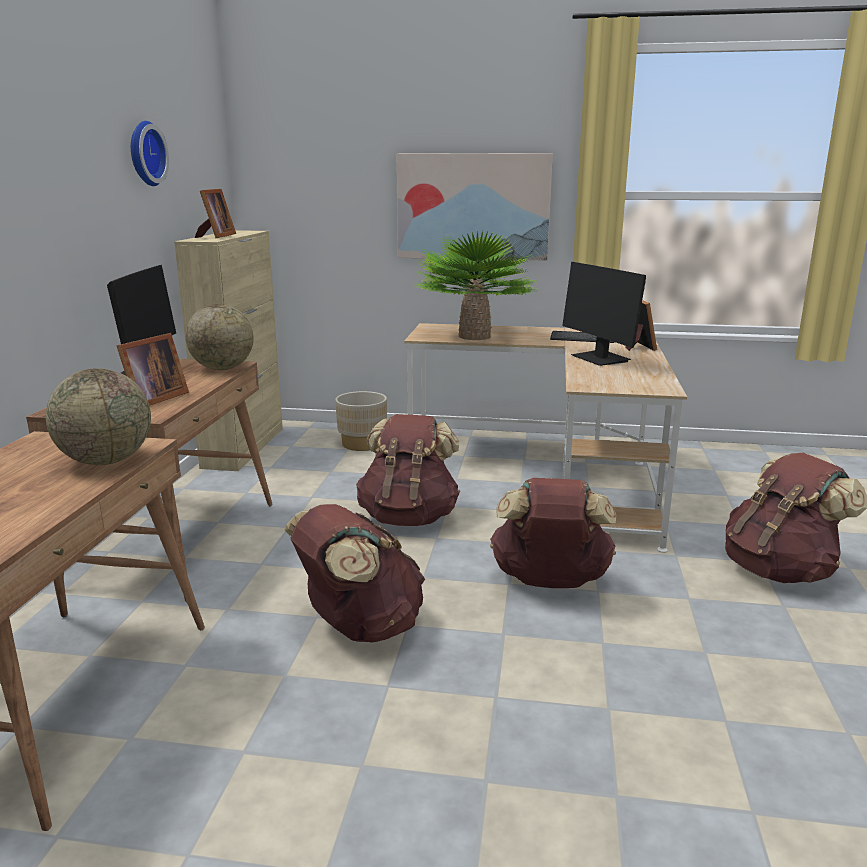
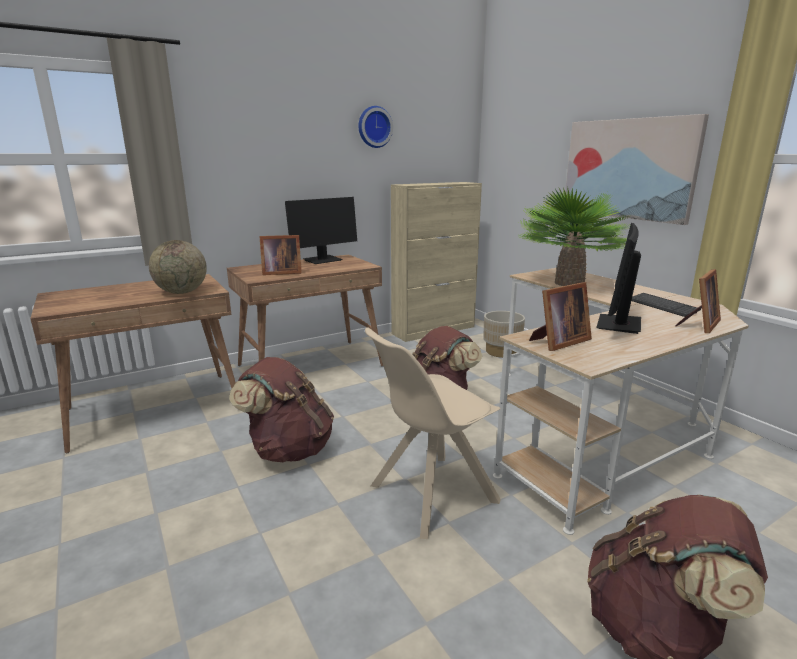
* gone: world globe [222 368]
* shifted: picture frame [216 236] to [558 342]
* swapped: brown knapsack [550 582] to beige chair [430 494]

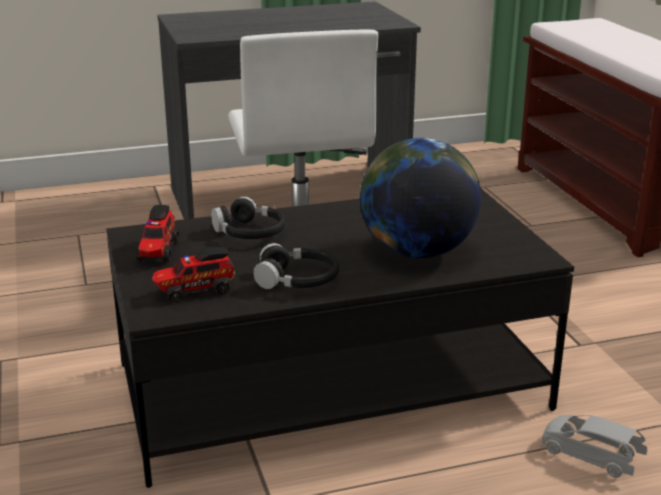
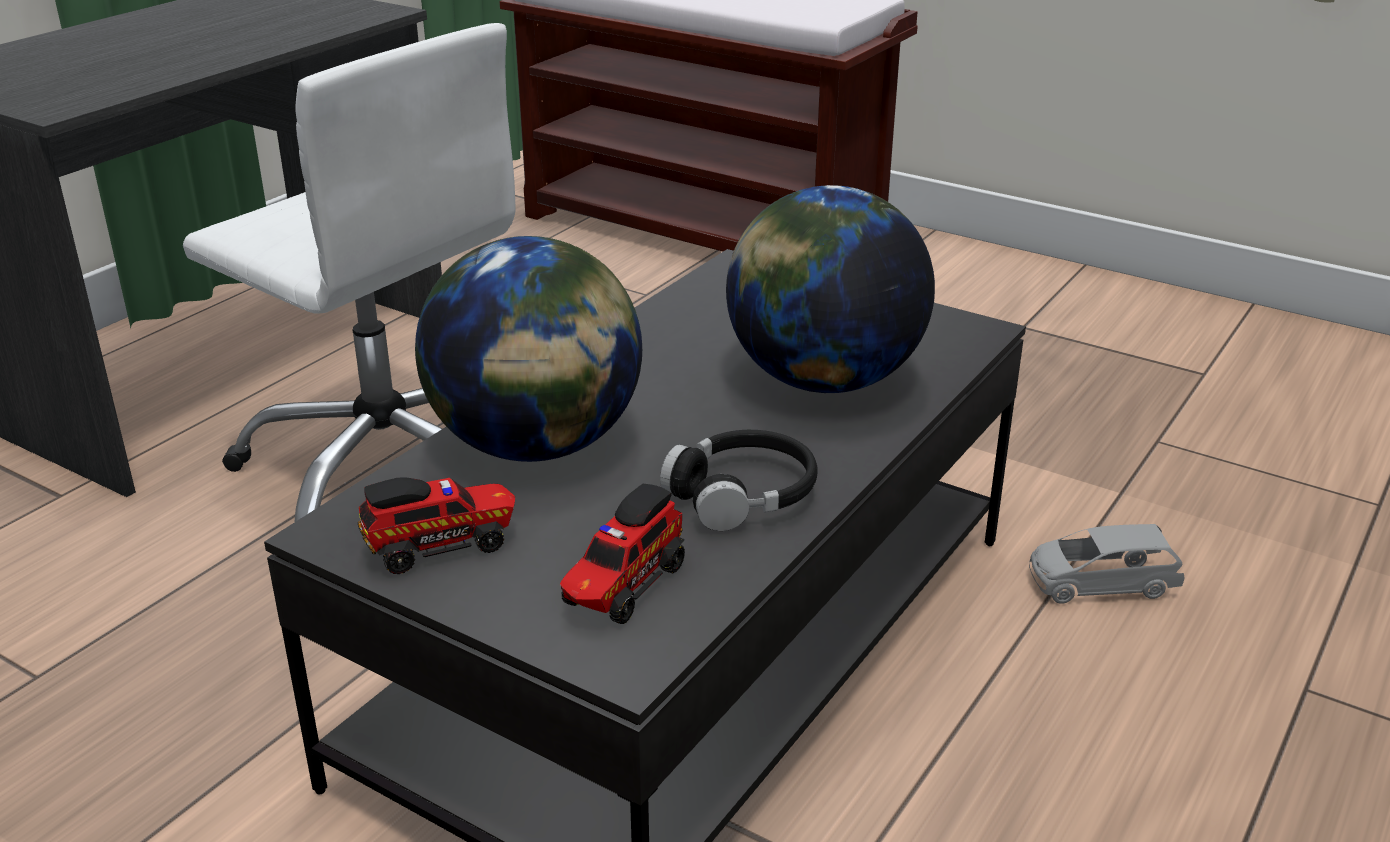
* rotated: toy lorry [158 252] = [442 545] 75 degrees counterclockwise
* swapped: black-coloured headphones [249 232] to world globe [537 445]

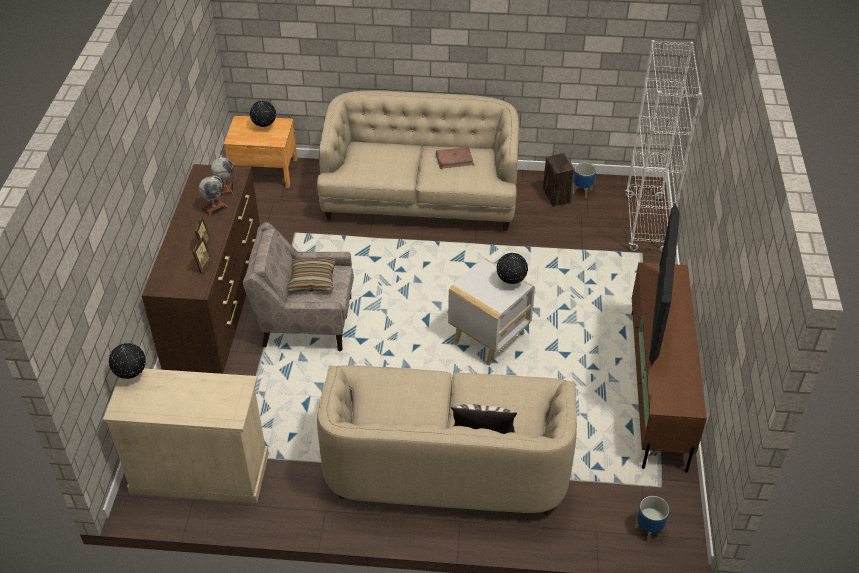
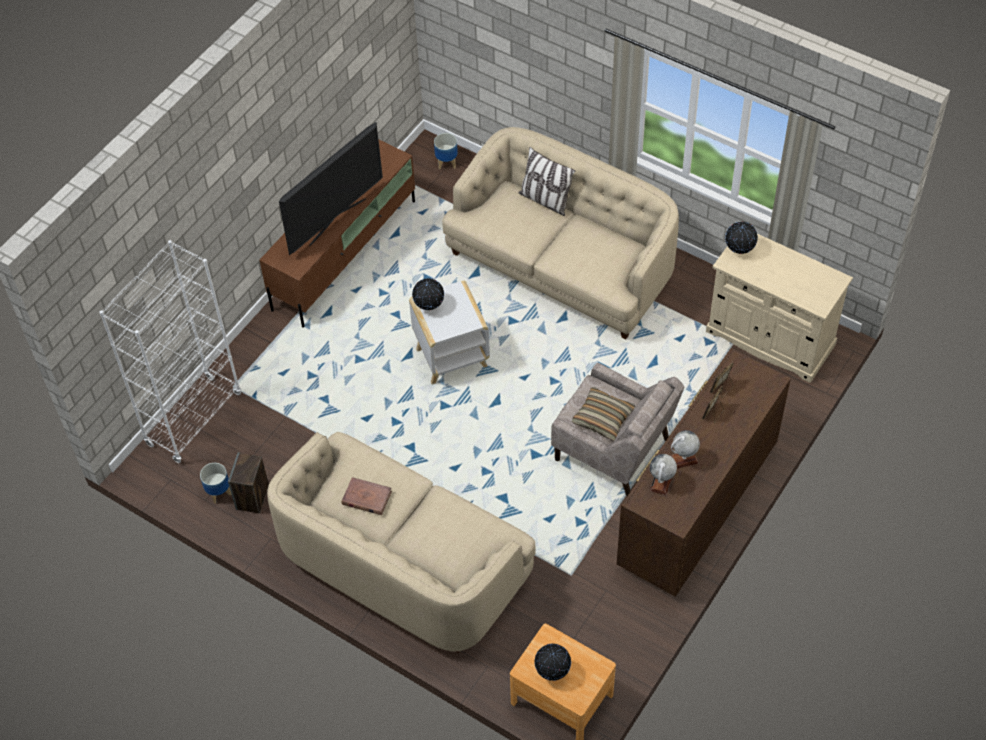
* shifted: world globe [131 376] to [739 250]

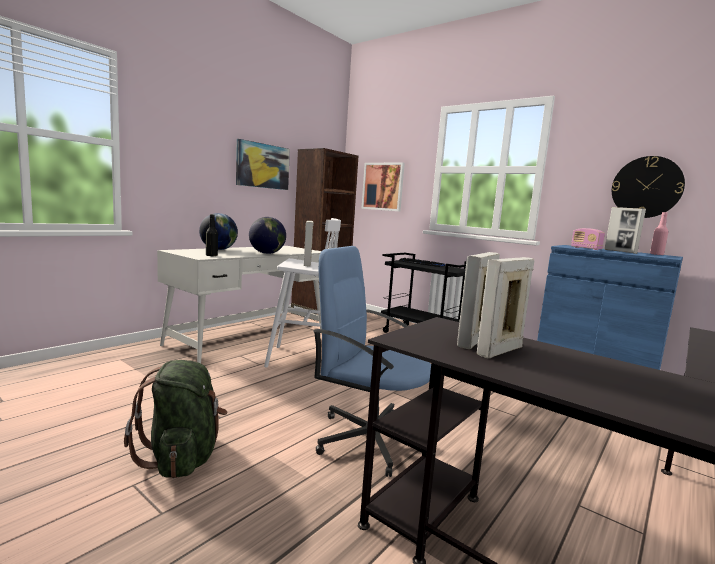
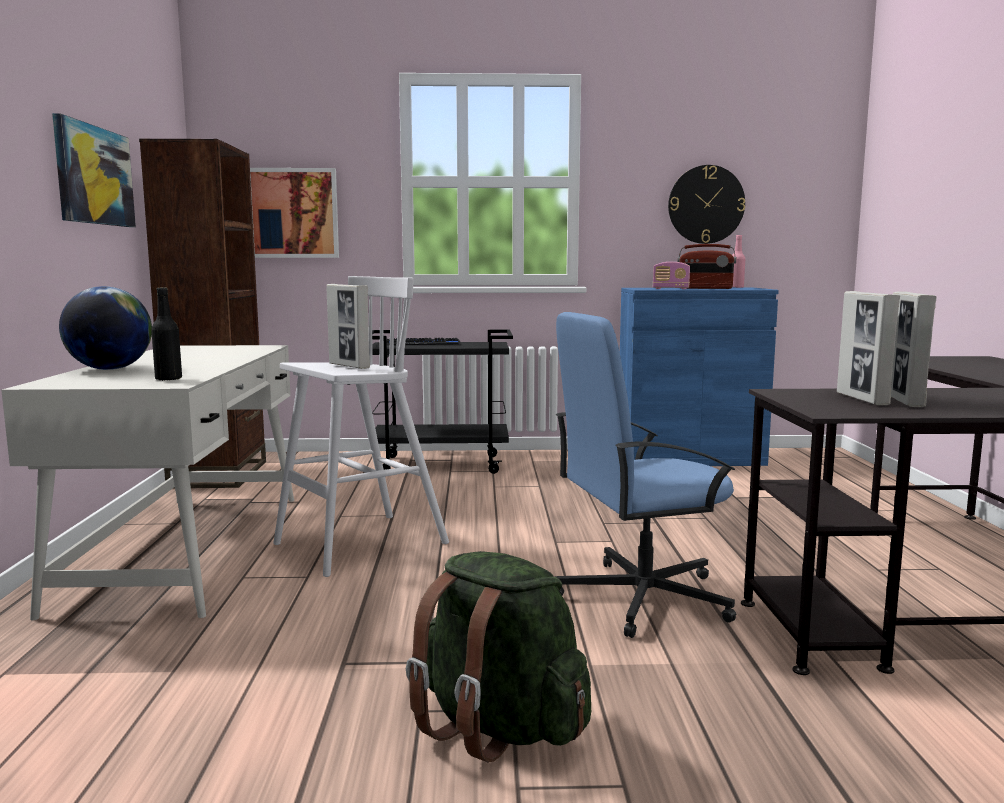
* gone: world globe [267 253]
* swapped: picture frame [620 251] to radio receiver [705 288]

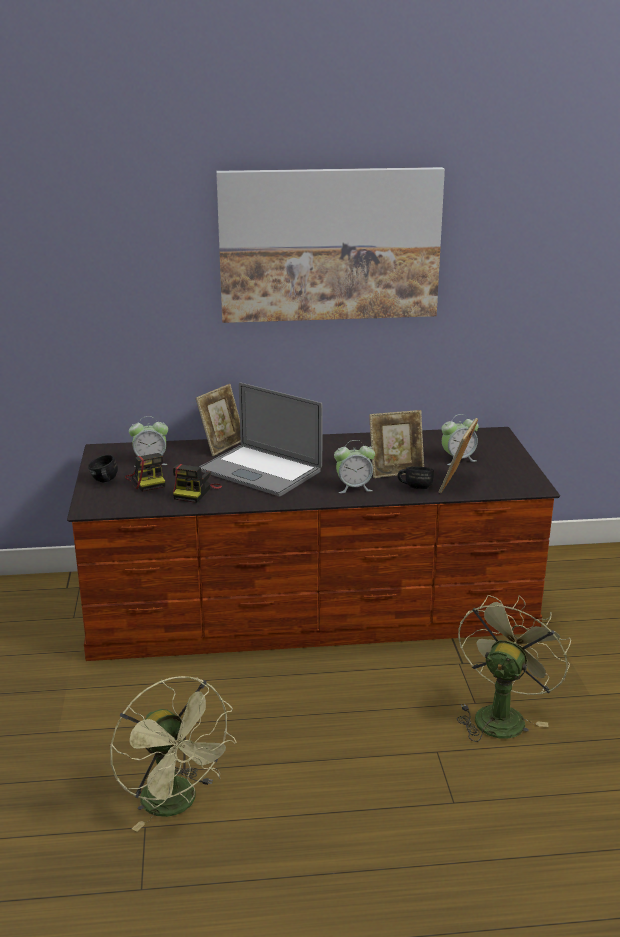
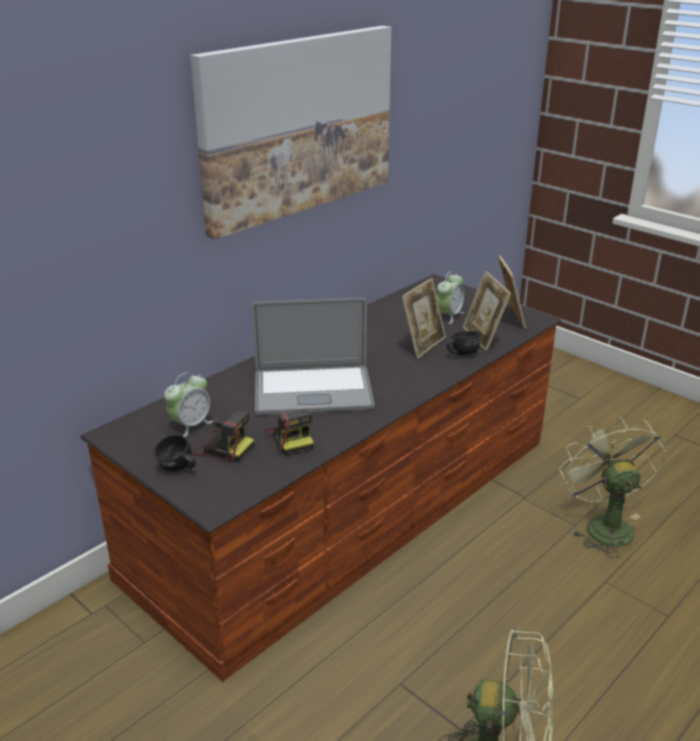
* shifted: picture frame [222 445] to [509 318]
* gone: alarm clock [354 488]

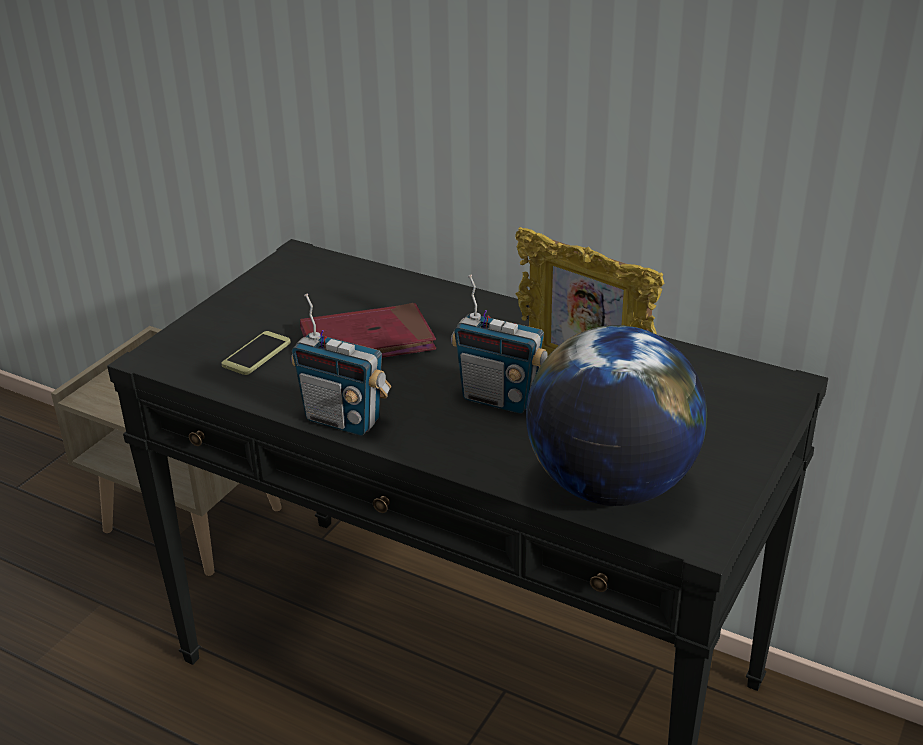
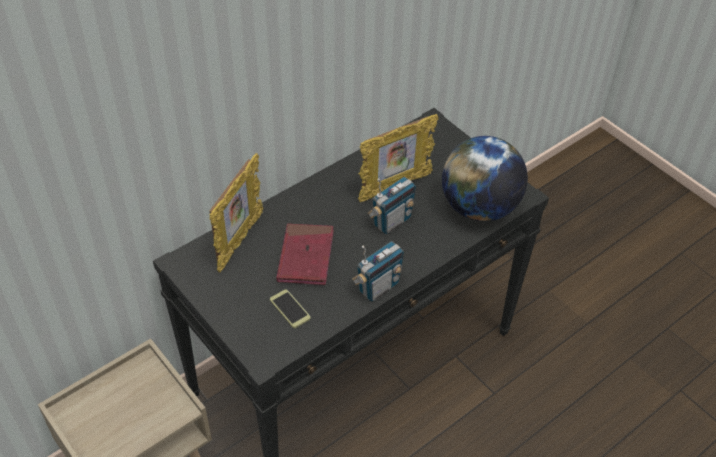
* new: picture frame [239 241]

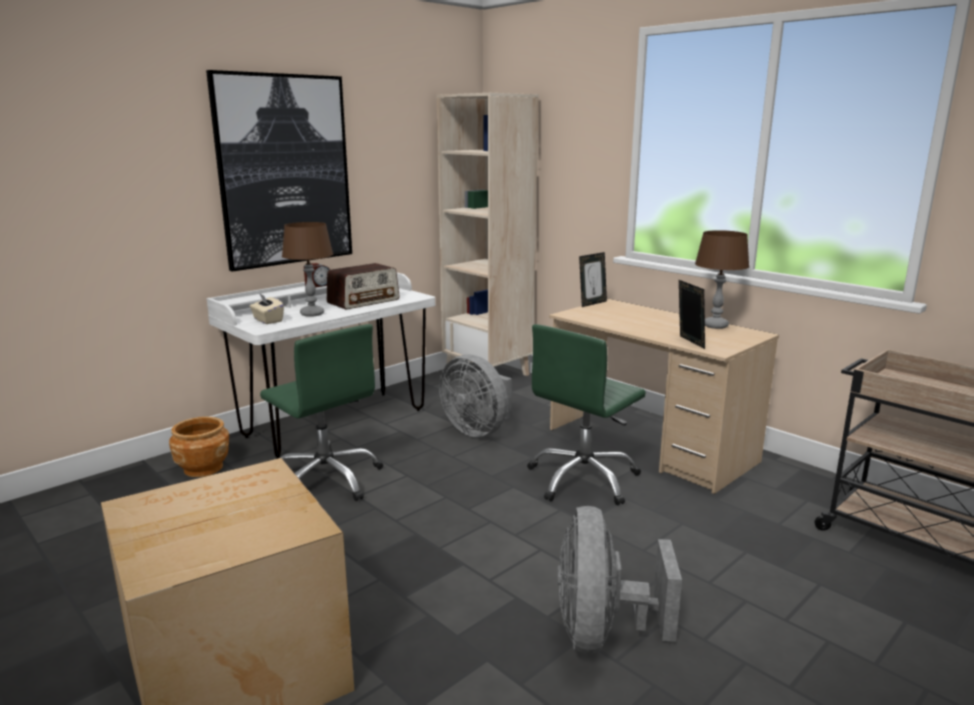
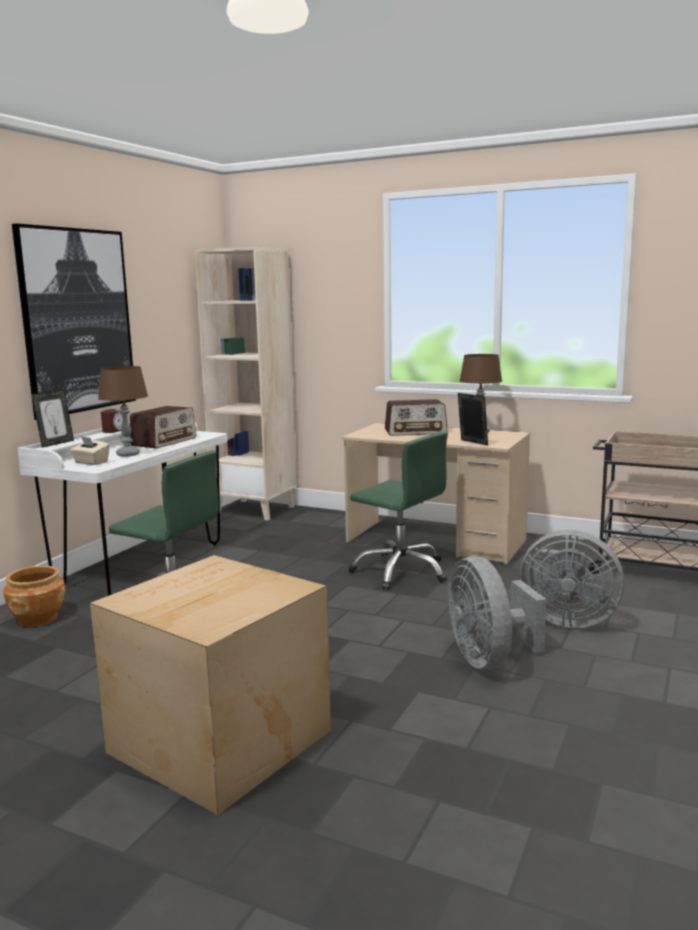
* shifted: grey electric fan [478 430] to [566 620]
* rotated: green desk chair [583 479] = [401 571] 75 degrees counterclockwise
* shifted: picture frame [592 303] to [56 443]
* new: radio receiver [416 432]

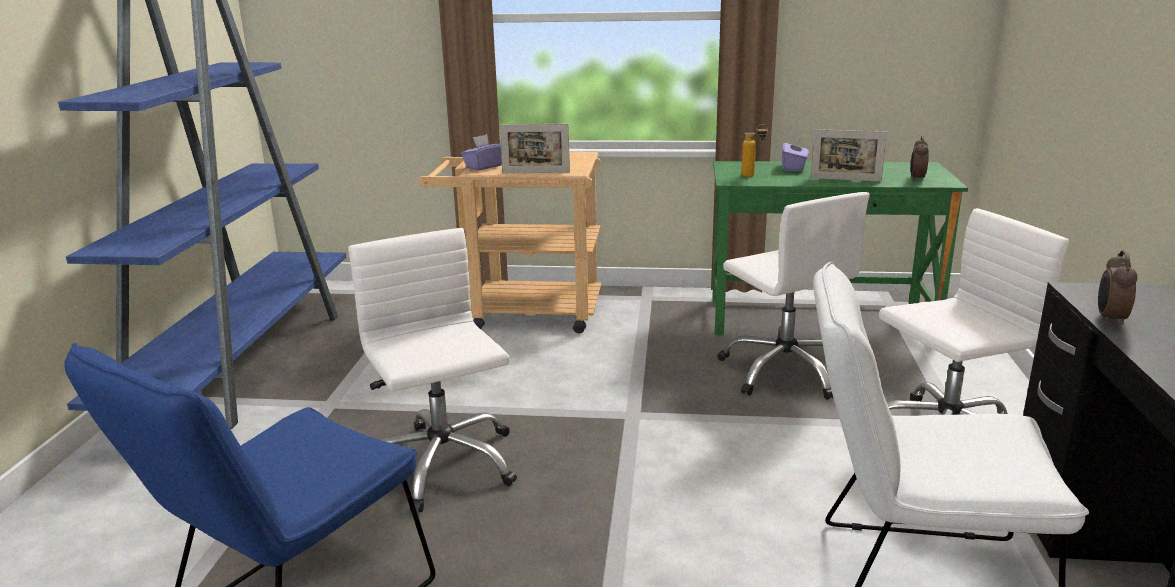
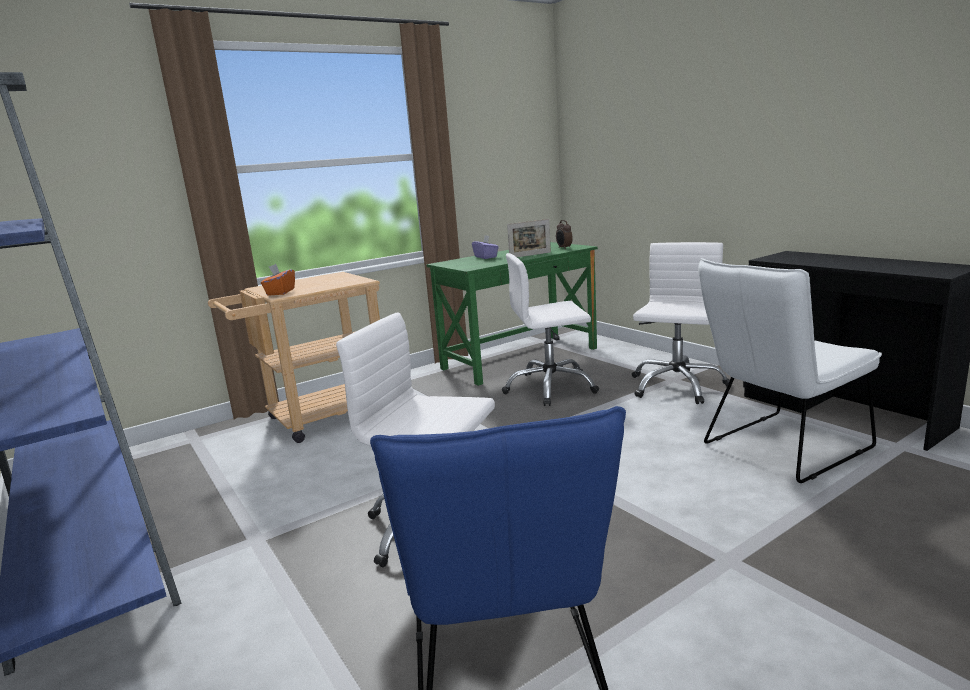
* repainted: purple box of tissues [484 166] to orange-coloured box of tissues [280 292]
* gone: picture frame [536 172]
* rotated: whitish desk chair [785 371] = [550 388] 150 degrees clockwise
* gone: bottle [753 176]
* gone: alarm clock [1109 319]

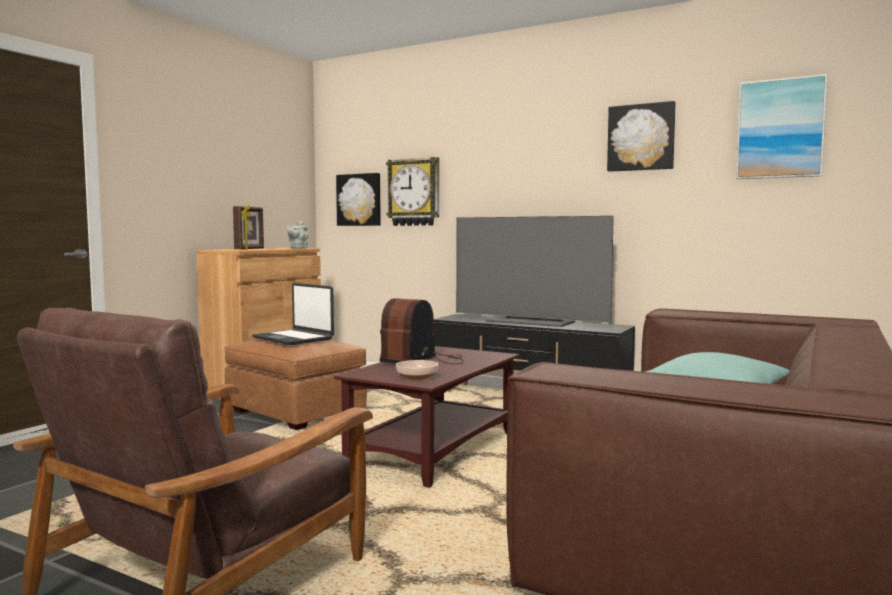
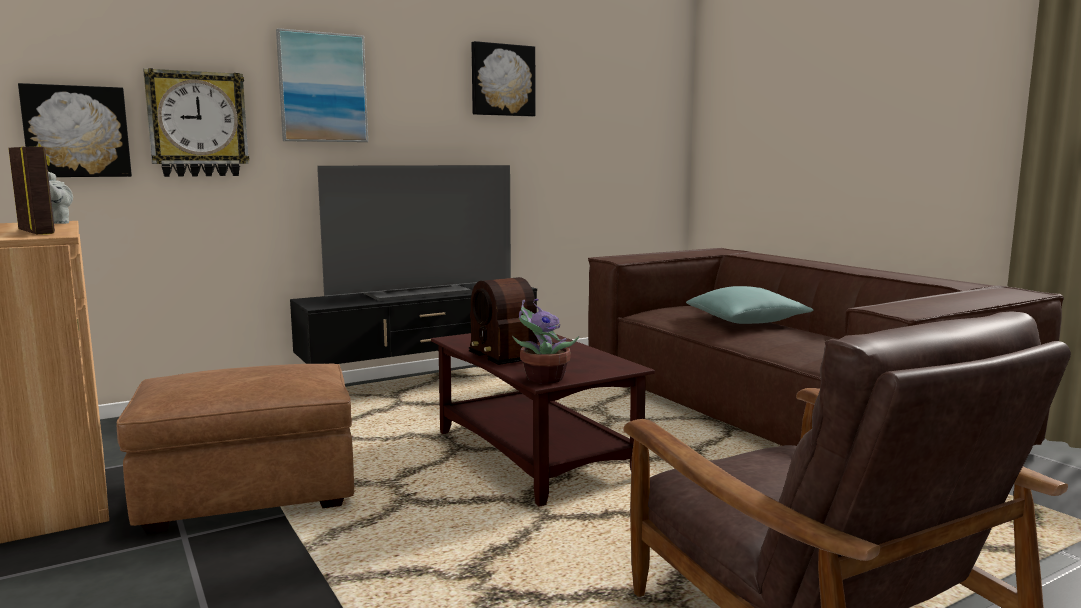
* gone: laptop [293 338]
* gone: bowl [417 377]
* shifted: wall art [780 129] to [322 88]
* new: houseplant [542 379]

